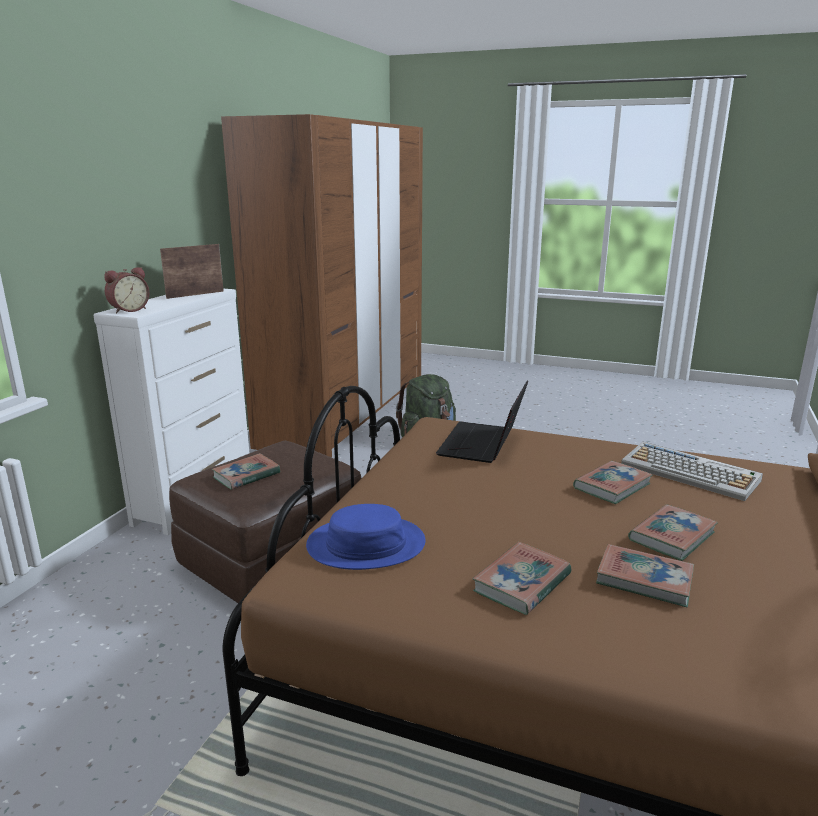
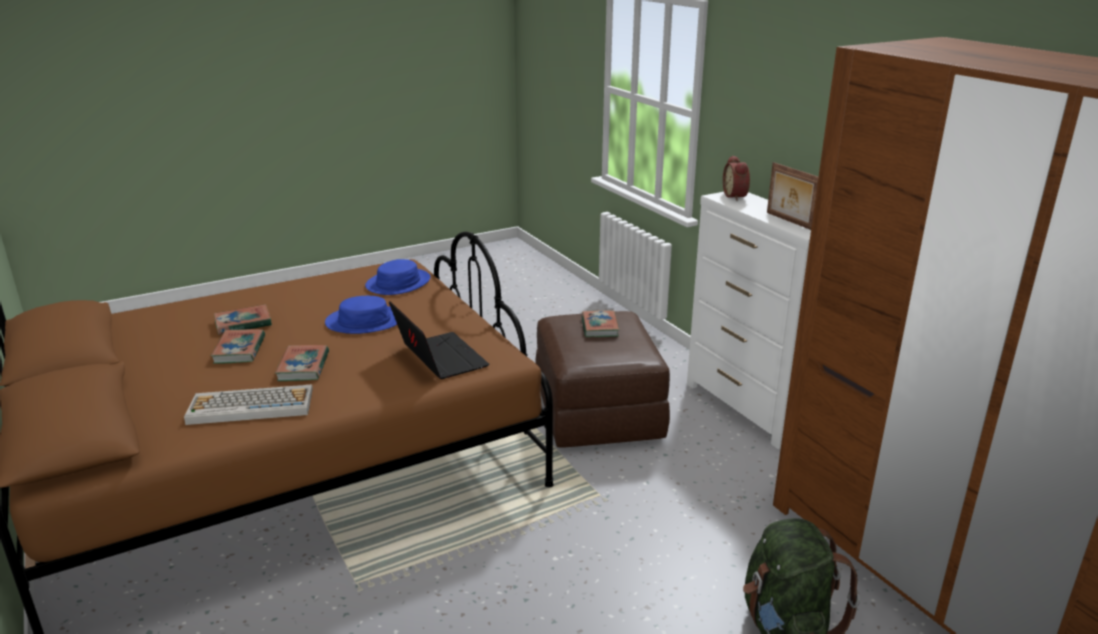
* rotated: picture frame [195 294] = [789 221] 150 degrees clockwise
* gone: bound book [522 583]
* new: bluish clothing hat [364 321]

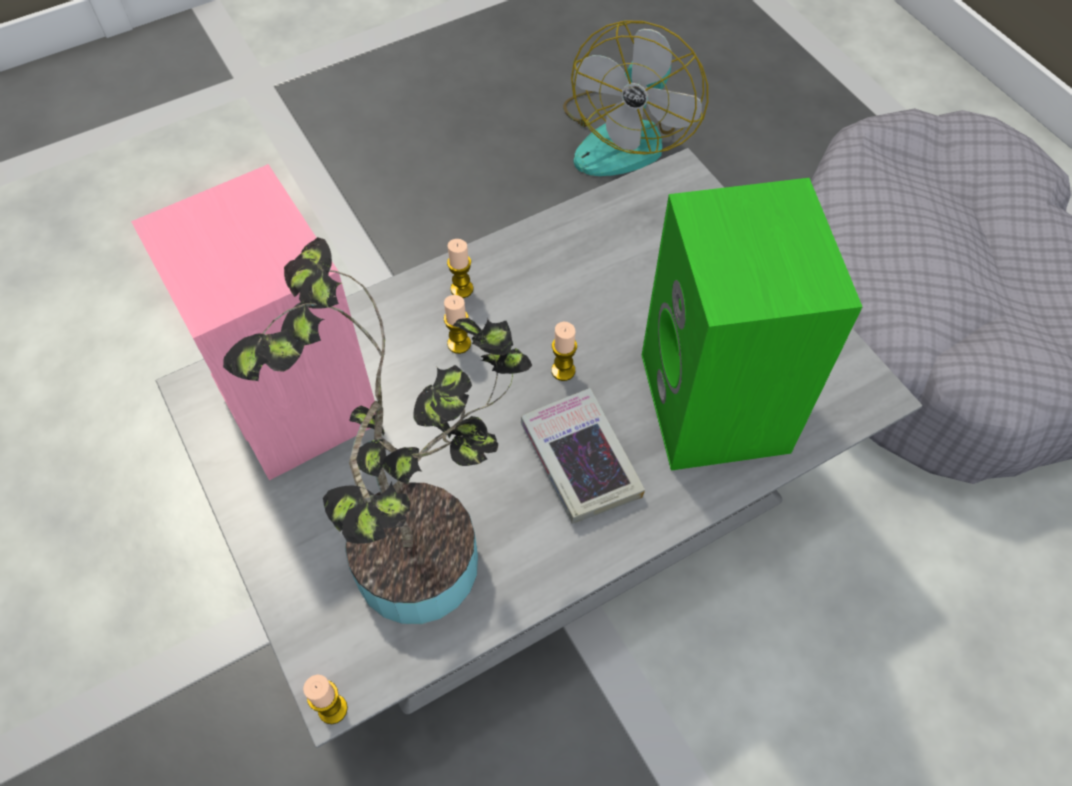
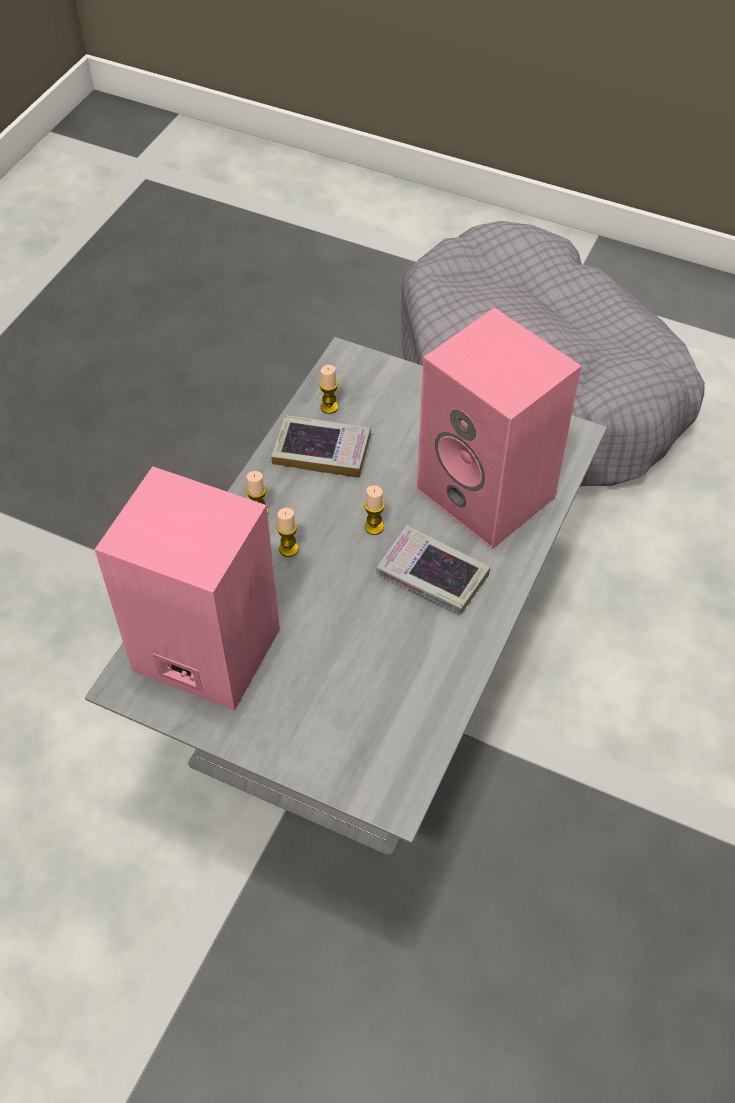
* gone: houseplant [428 553]
* shifted: wax candle [332 709] to [329 407]
* gone: electric fan [626 136]
* repainted: green loudspeaker [718 405] to pink loudspeaker [489 493]
* new: bound book [322 451]

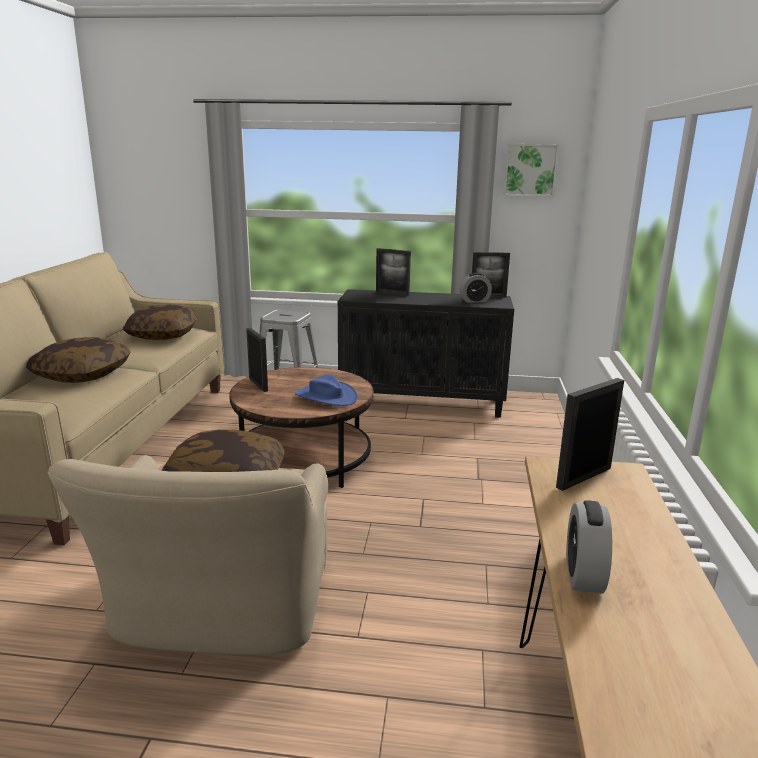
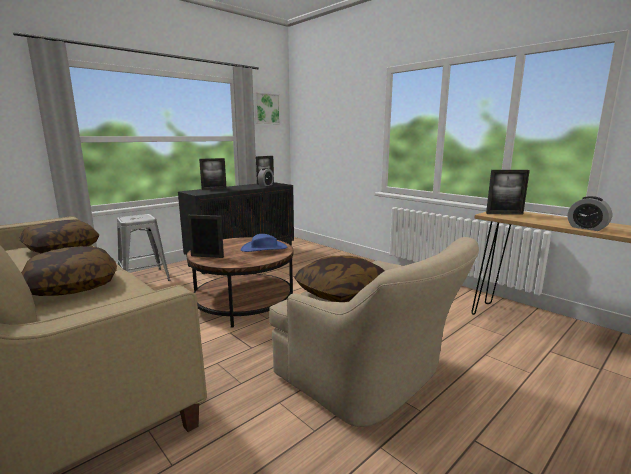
* rotated: picture frame [584 477] = [504 214] 90 degrees counterclockwise

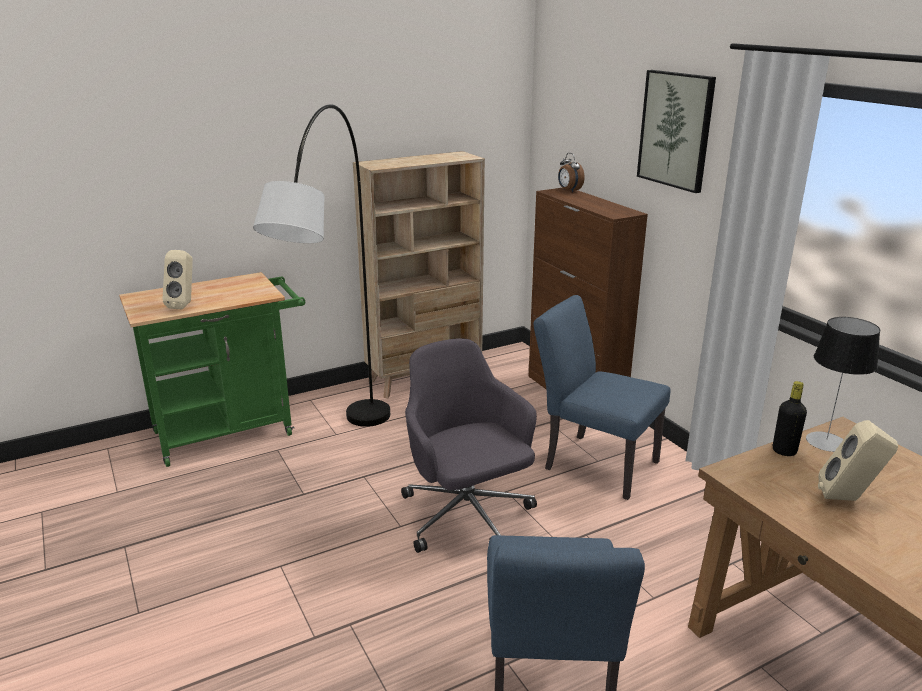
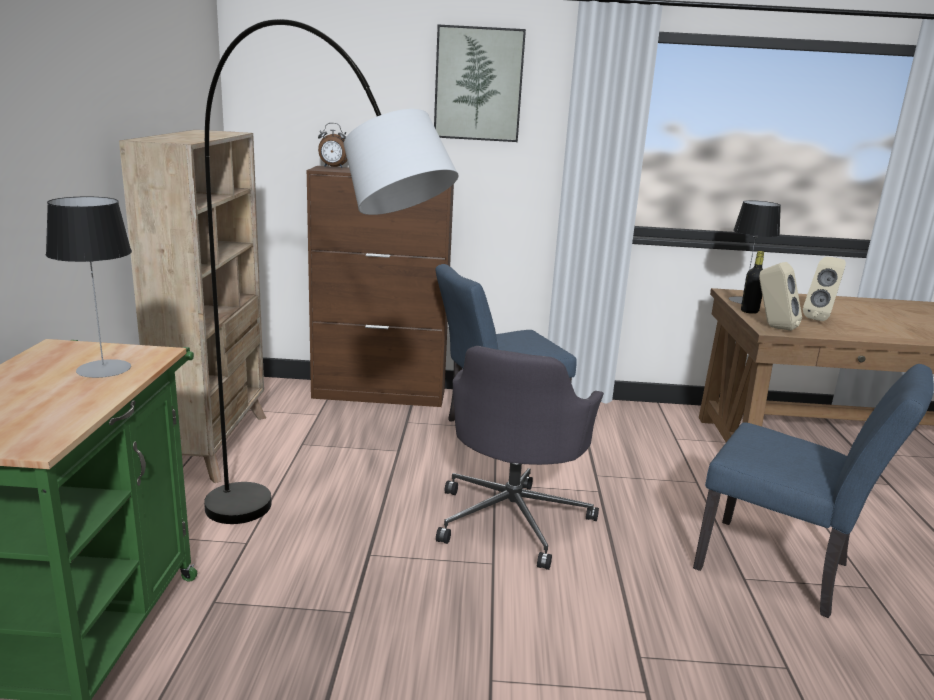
* shifted: beige loudspeaker [184 305] to [773 327]
* rotated: grey desk chair [466 515] = [513 519] 75 degrees counterclockwise
* new: tabletop lamp [103 369]

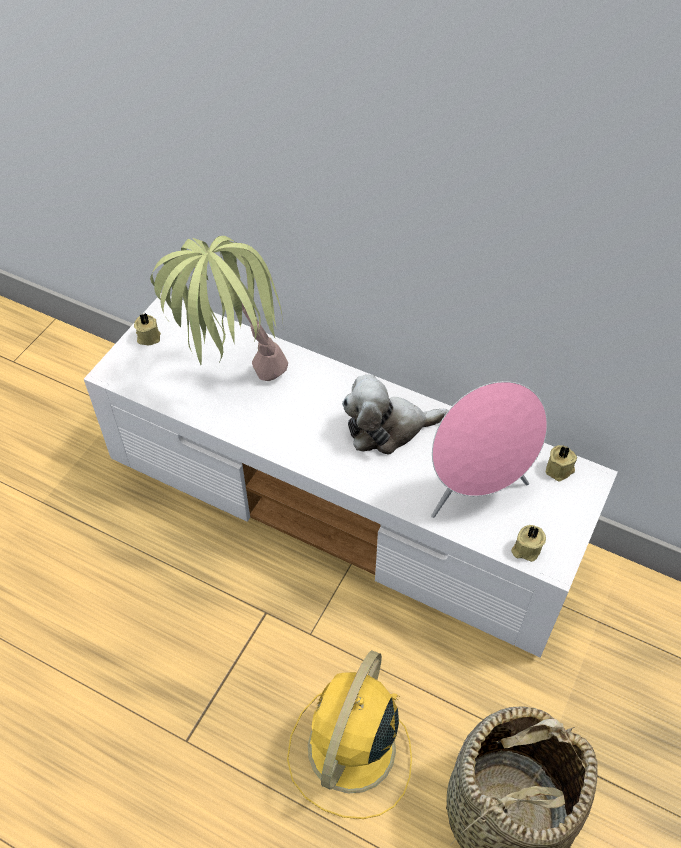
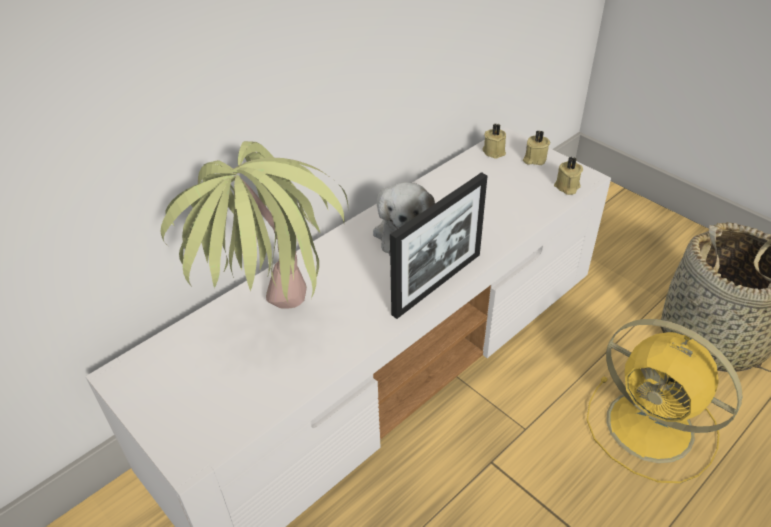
* shifted: beige wax candle [148 337] to [534 159]
* gone: pink loudspeaker [475 491]
* new: picture frame [437 283]

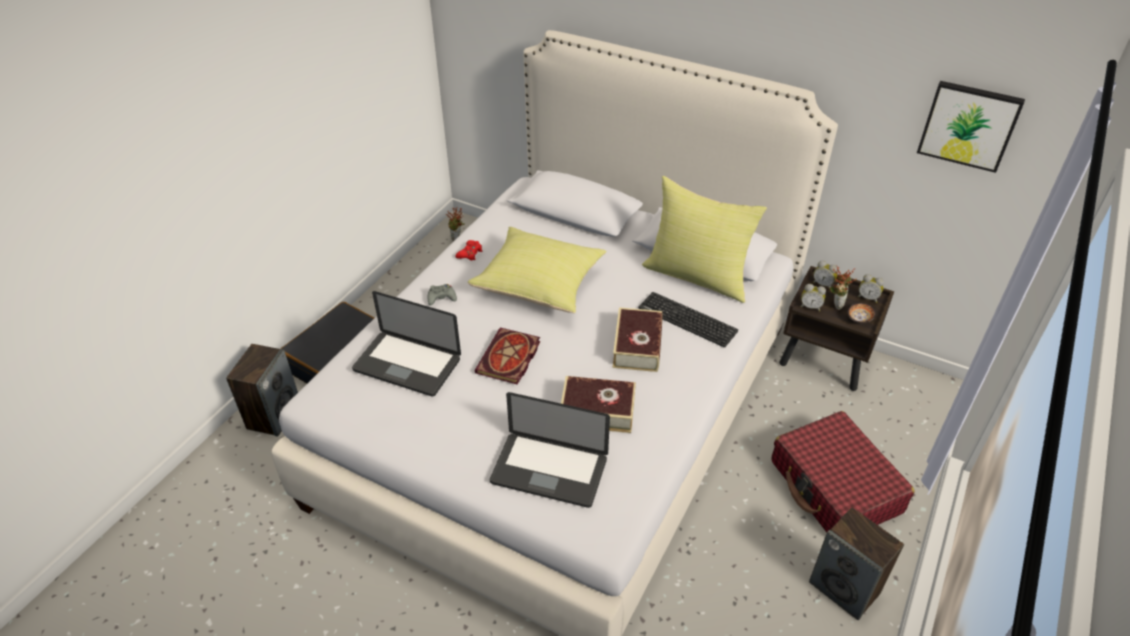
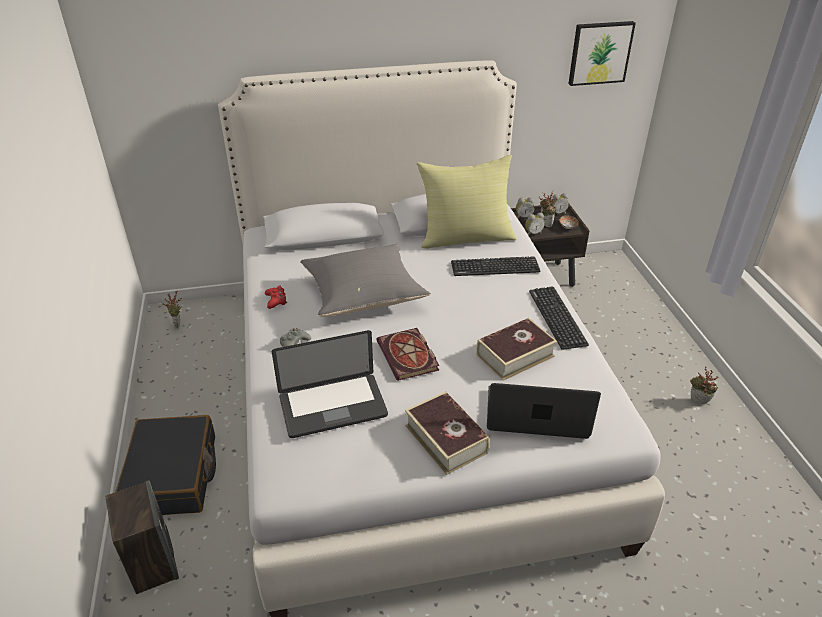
* repainted: yellow cushion [540 285] to grey cushion [364 295]
* rotated: laptop [549 471] = [537 414] 150 degrees counterclockwise
* shifted: bound book [637 346] to [446 439]
* gone: red suitcase [835 487]
* swapped: loudspeaker [845 588] to houseplant [697 402]
* new: PC keyboard [557 317]

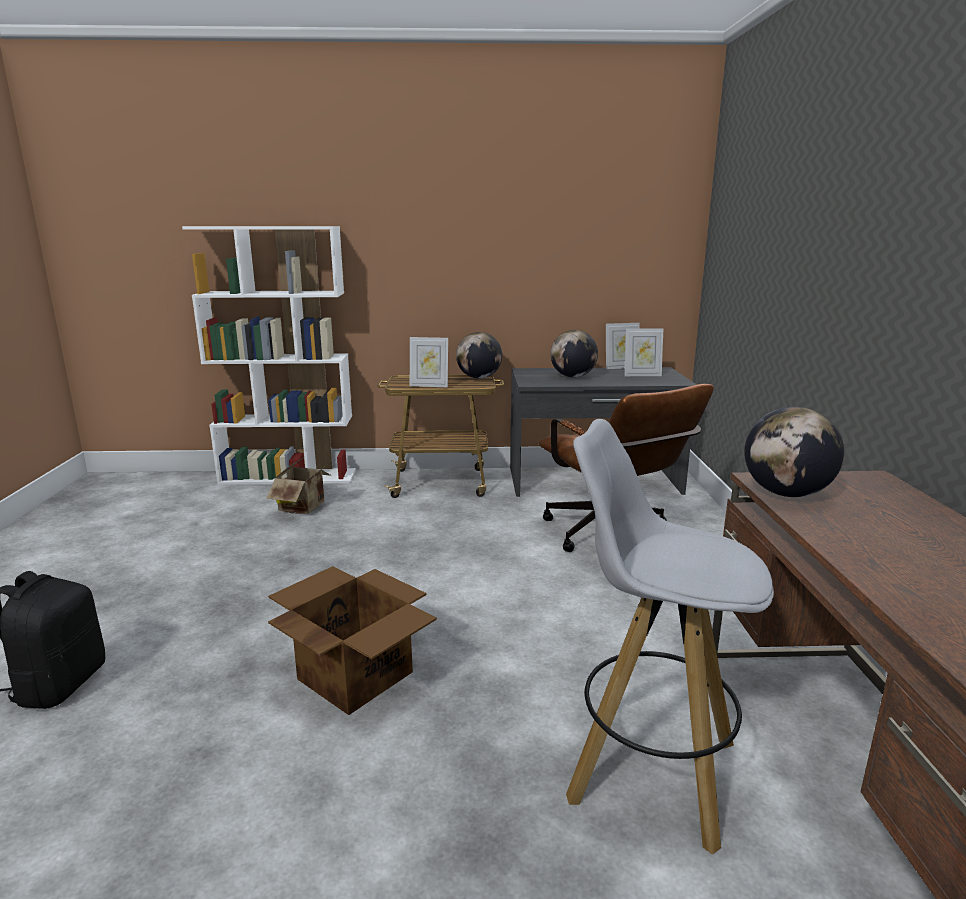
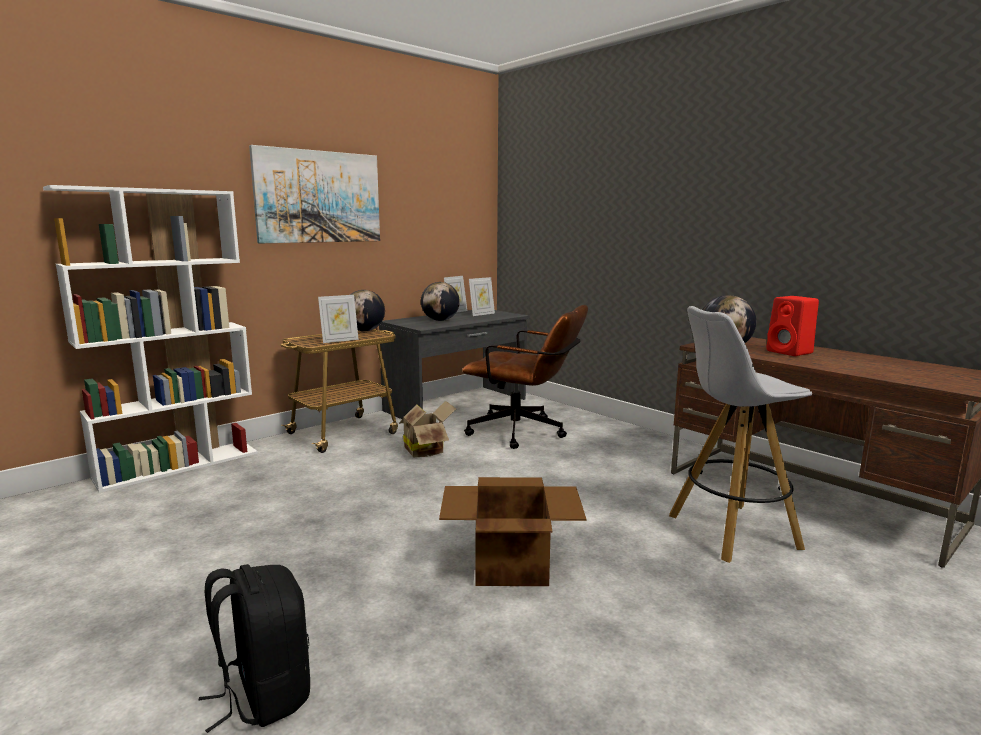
* shifted: cardboard box [306 507] to [426 450]
* new: wall art [318 197]
* new: red loudspeaker [790 352]

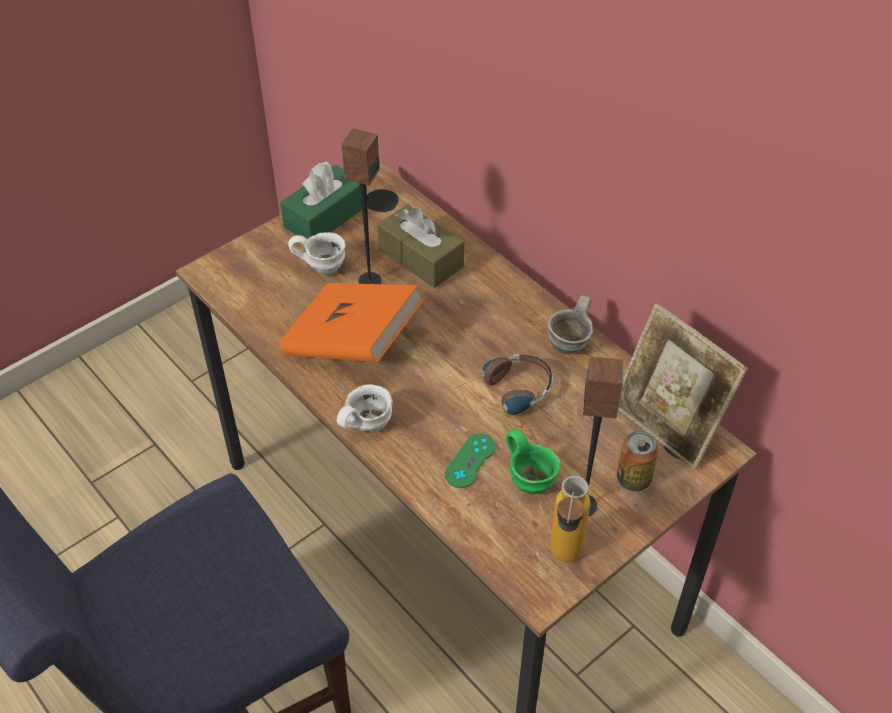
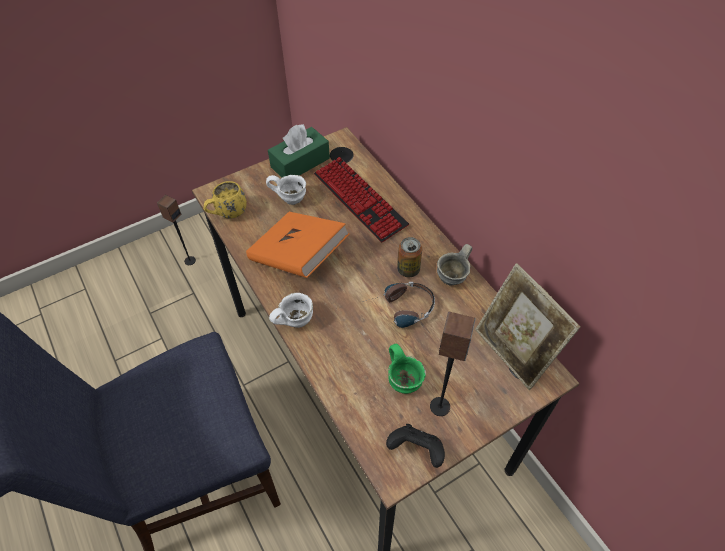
* shifted: loudspeaker [369 280] to [189 260]
* swapped: brown box of tissues [421 258] to PC keyboard [359 200]
* gone: green joypad [470 461]
* swapped: bottle [563 561] to black-coloured joypad [416 450]
* shifted: metal can [633 479] to [408 269]
* new: yellow mug [227 214]

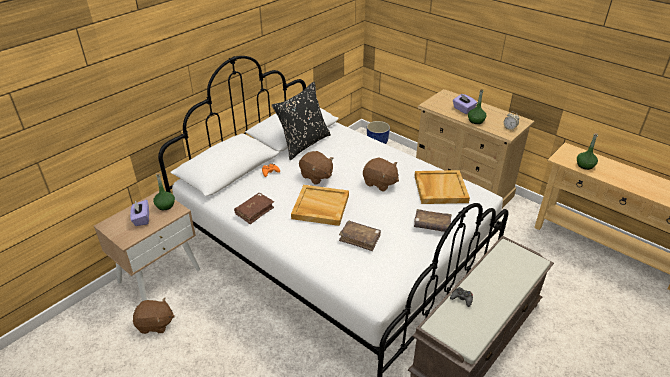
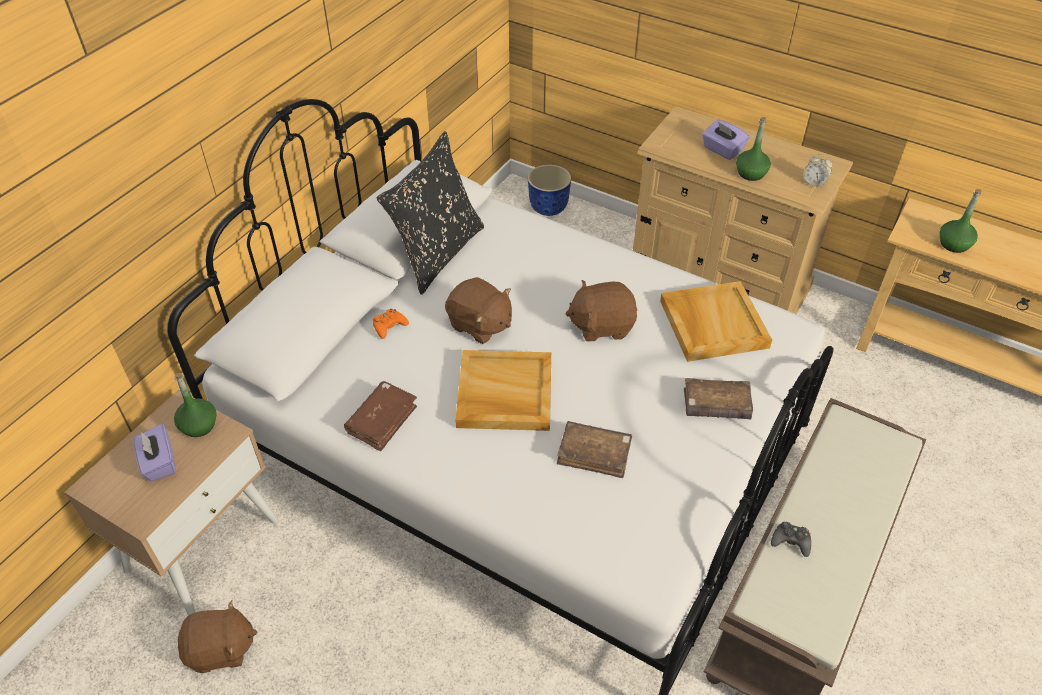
* rotated: brown plush toy [380 183] = [601 325] 150 degrees clockwise

